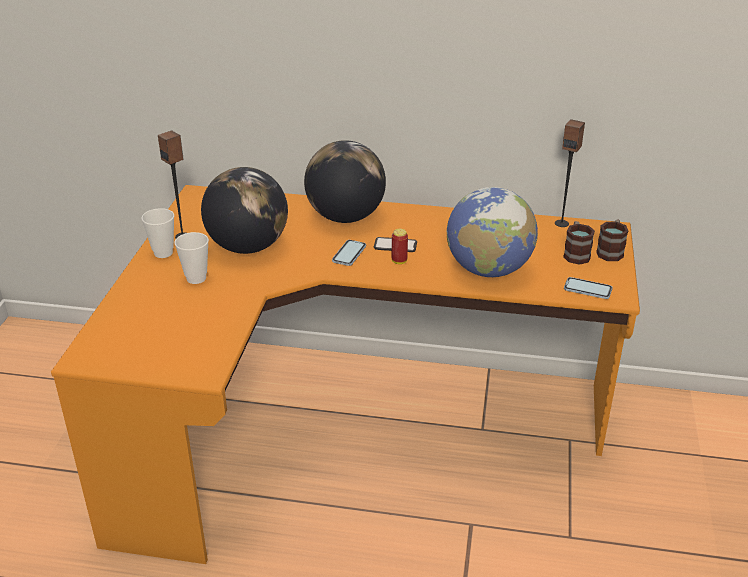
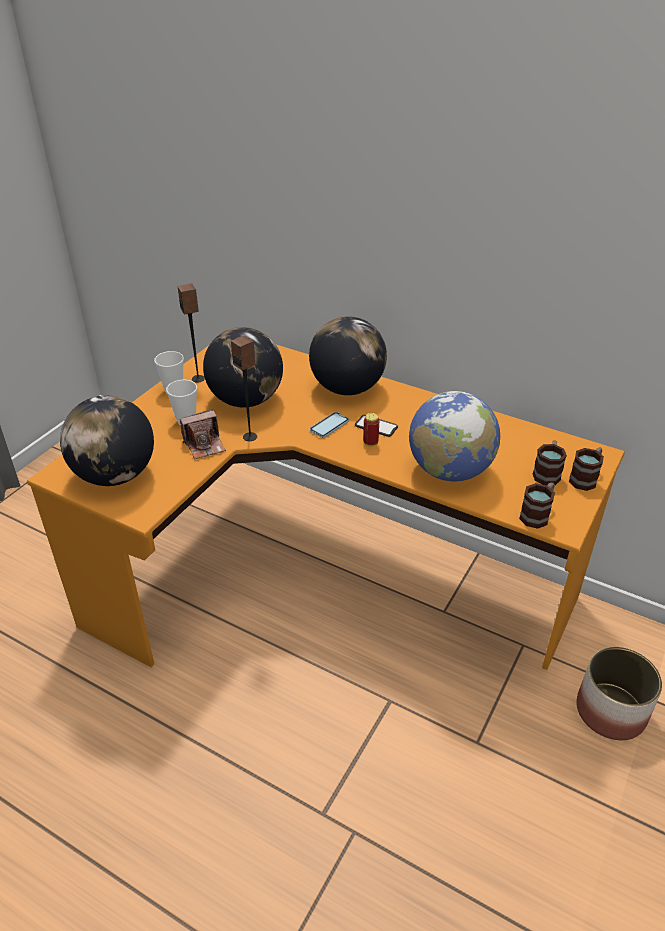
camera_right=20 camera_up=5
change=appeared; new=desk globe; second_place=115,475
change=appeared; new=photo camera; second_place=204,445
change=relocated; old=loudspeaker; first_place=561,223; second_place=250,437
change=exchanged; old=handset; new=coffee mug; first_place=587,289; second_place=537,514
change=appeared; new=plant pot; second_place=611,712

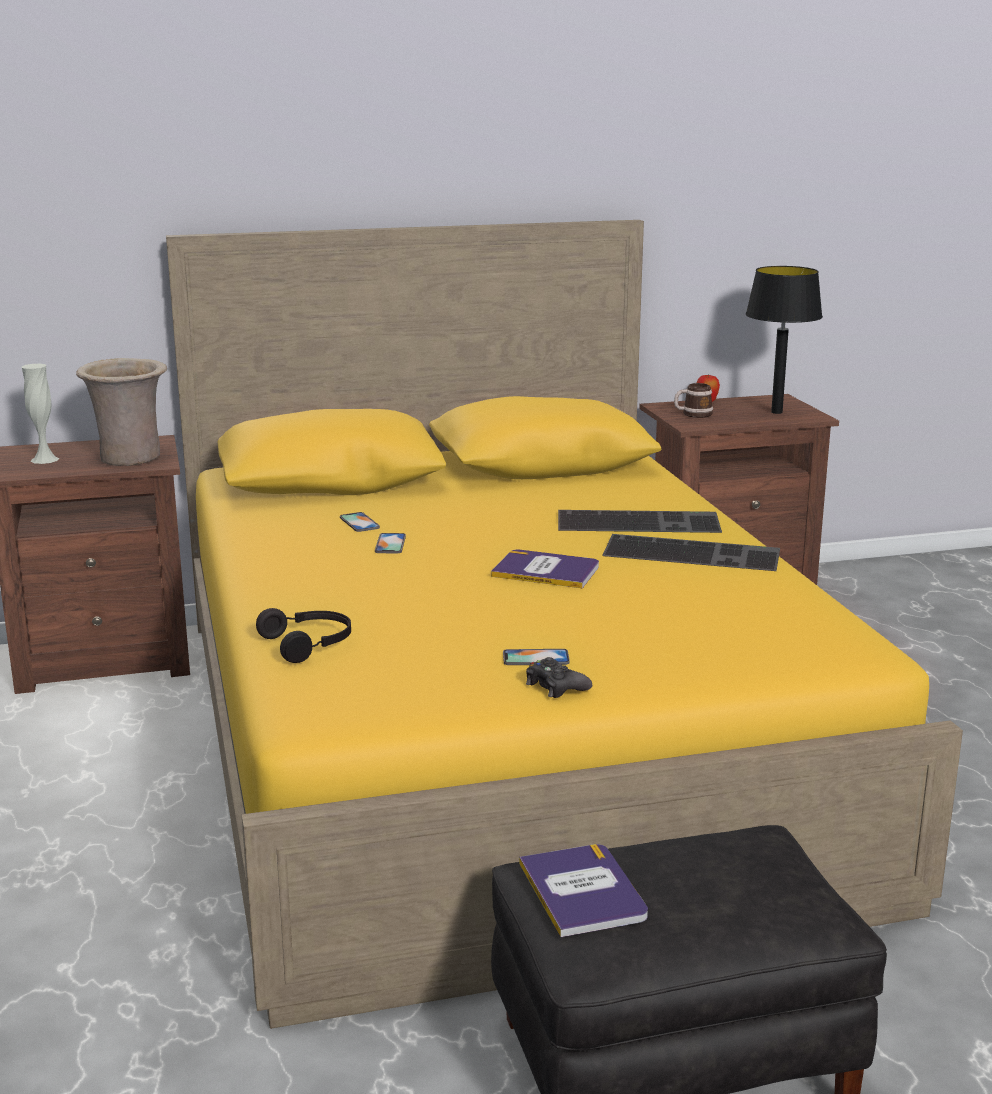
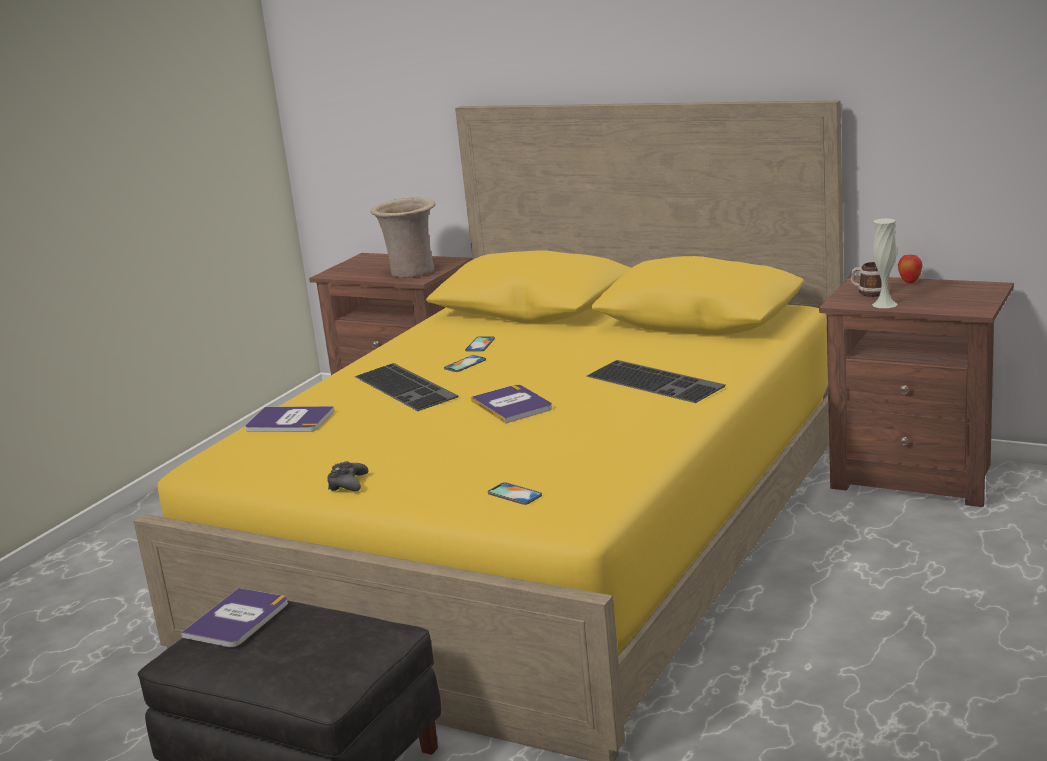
camera_right=45 camera_up=0
change=exchanged; old=black headset; new=bound book; first_place=309,644; second_place=289,421
change=relocated; old=PC keyboard; first_place=693,552; second_place=408,387
change=relocated; old=handset; first_place=536,658; second_place=514,494
change=relocated; old=white vase; first_place=44,459; second_place=884,304
change=missing; old=black tabletop lamp; first_place=777,412

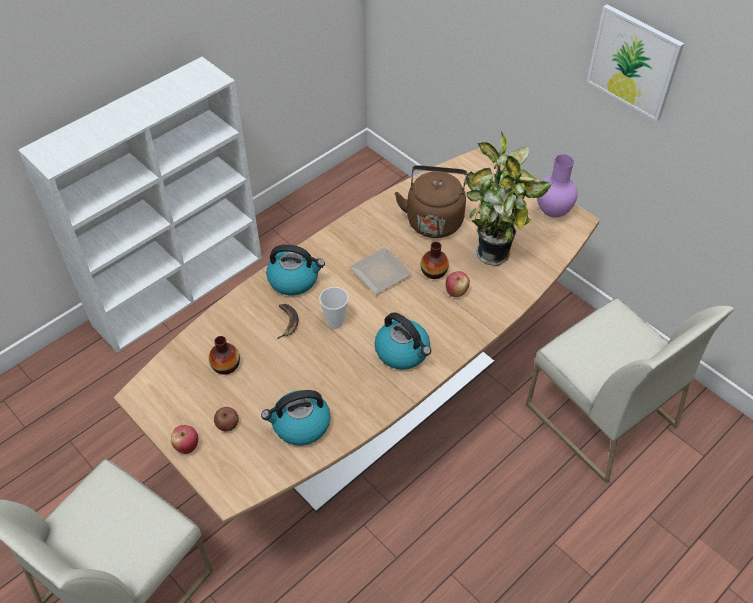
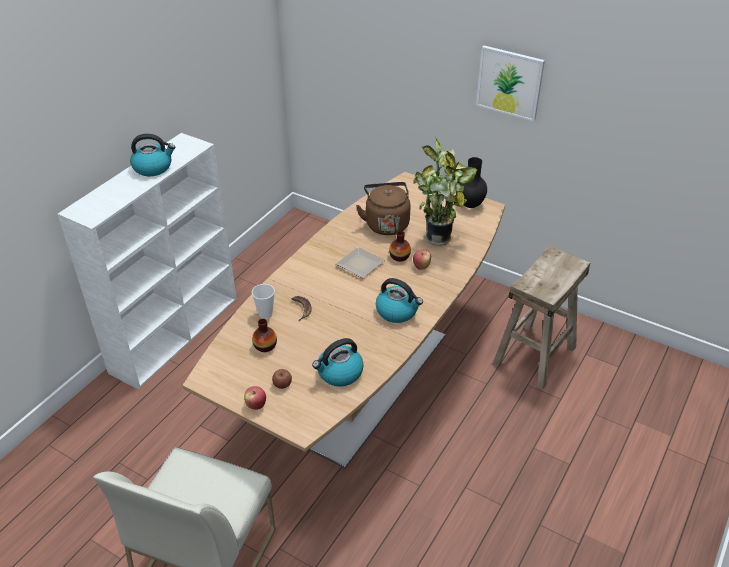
camera_right=-15 camera_up=-10
change=relocated; old=kettle; first_place=294,279; second_place=153,167
change=relocated; old=small cup; first_place=335,321; second_place=265,314
change=colour; old=purple vase; new=black vase; first_place=553,213; second_place=471,205
change=exchanged; old=white upright chair; new=sand-coloured stool seat; first_place=599,415; second_place=535,355

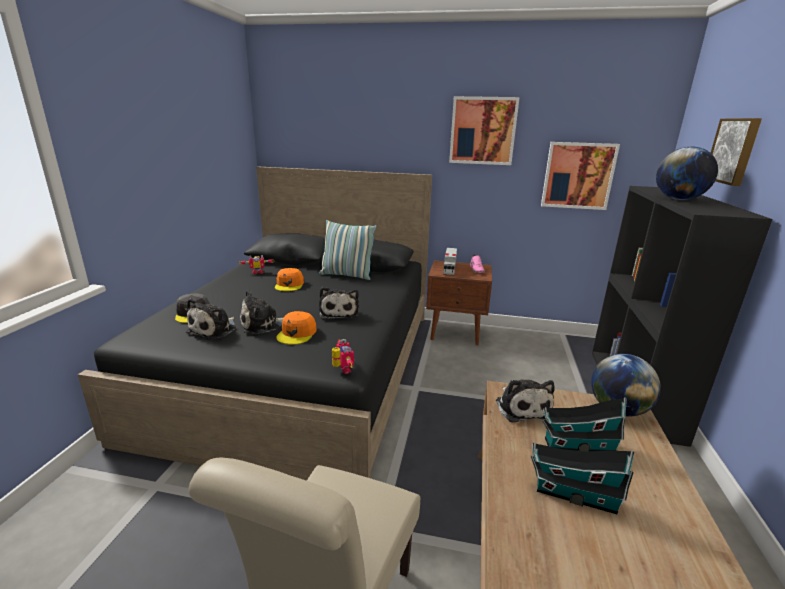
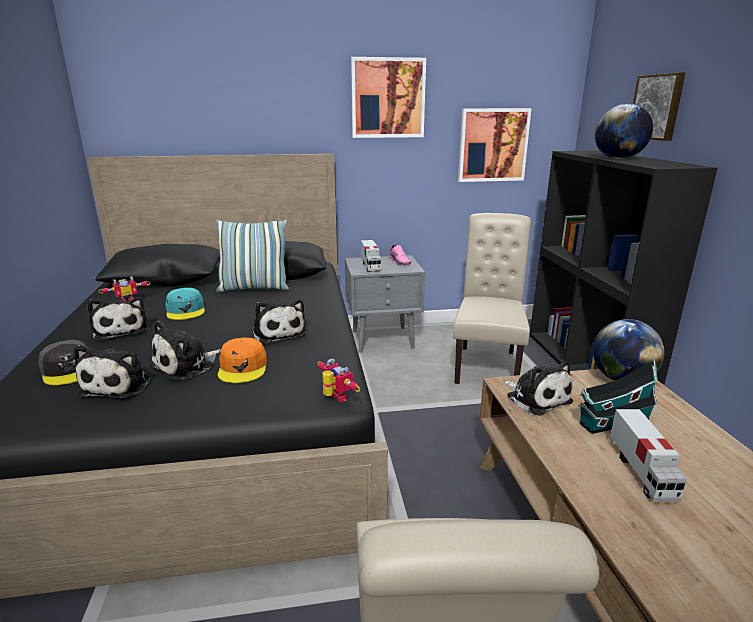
camera_right=-20 camera_up=0
change=appeared; new=soft toy; second_place=120,330
change=colour; old=orangey cap; new=turquoise-coloured cap; first_place=289,285; second_place=186,310
change=colour; old=brown bedside table; new=greyish bedside table; first_place=456,332; second_place=383,339
change=appeared; new=sand-coloured upright chair; second_place=487,364
change=exchanged; old=miniature house; new=toy truck; first_place=572,494; second_place=641,471

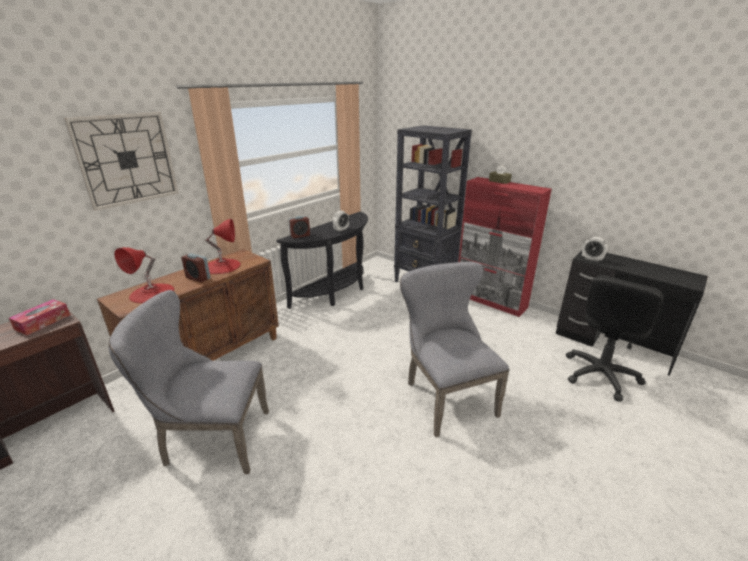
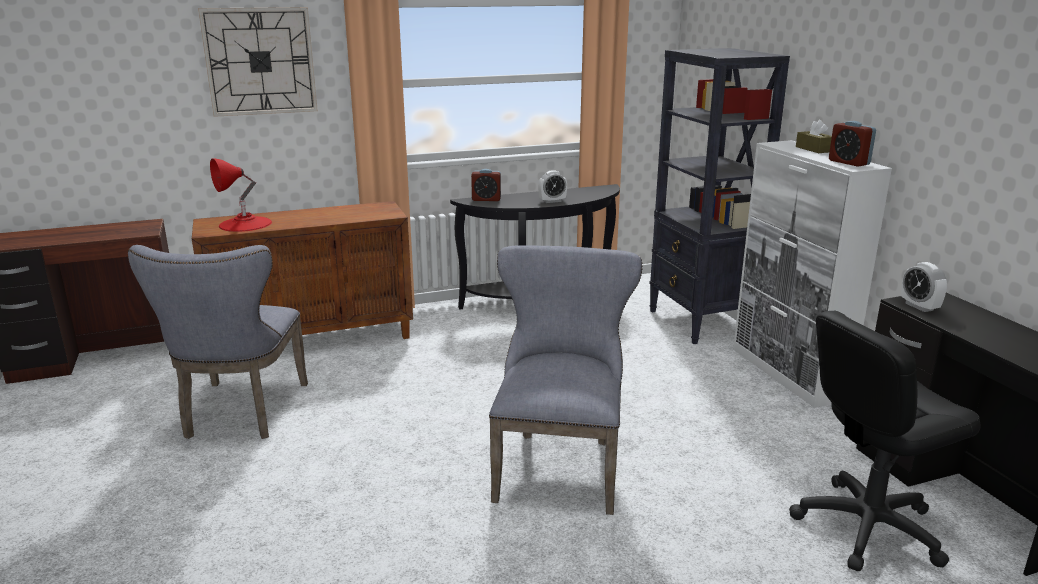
camera_right=30 camera_up=-5
change=spun; old=greyish upright chair; first_place=210,440; second_place=241,414; degrees=-120
change=colour; old=red storage cabinet; new=white storage cabinet; first_place=490,301; second_place=788,373
change=relocated; old=table clock; first_place=198,278; second_place=849,162
change=missing; old=box of tissues; first_place=43,322
change=missing; old=red tabletop lamp; first_place=222,266

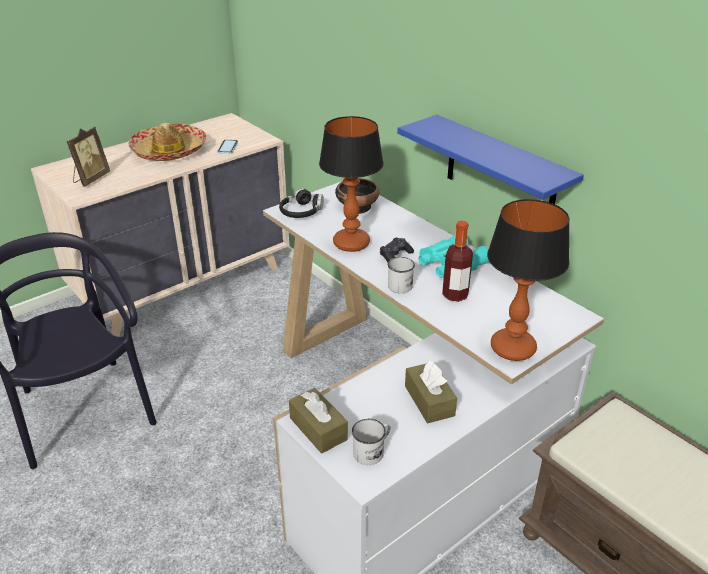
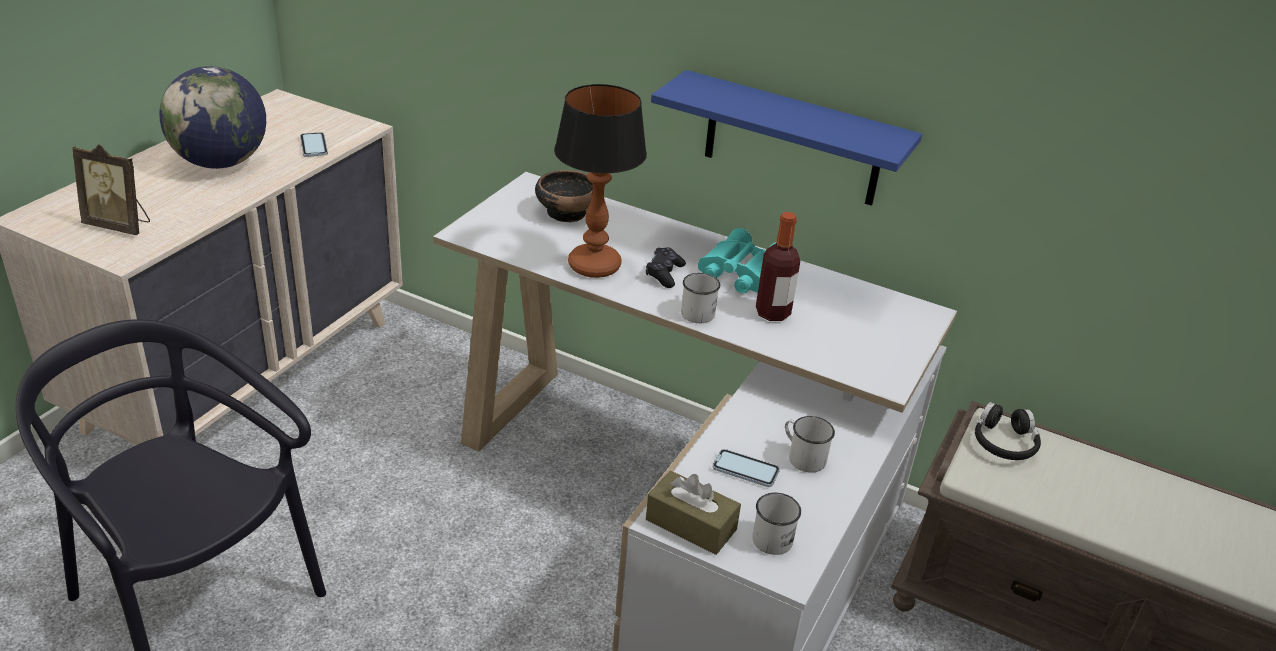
camera_right=-25 camera_up=0
change=spun; old=photo frame; first_place=91,179; second_place=119,225; degrees=105
change=exchanged; old=wearable hat; new=desk globe; first_place=169,151; second_place=221,163
change=appeared; new=handset; second_place=745,470
change=exchanged; old=brown box of tissues; new=white coffee mug; first_place=429,401; second_place=802,456
change=relocated; old=black headset; first_place=301,212; second_place=1004,442
change=missing; old=tabletop lamp; first_place=513,349

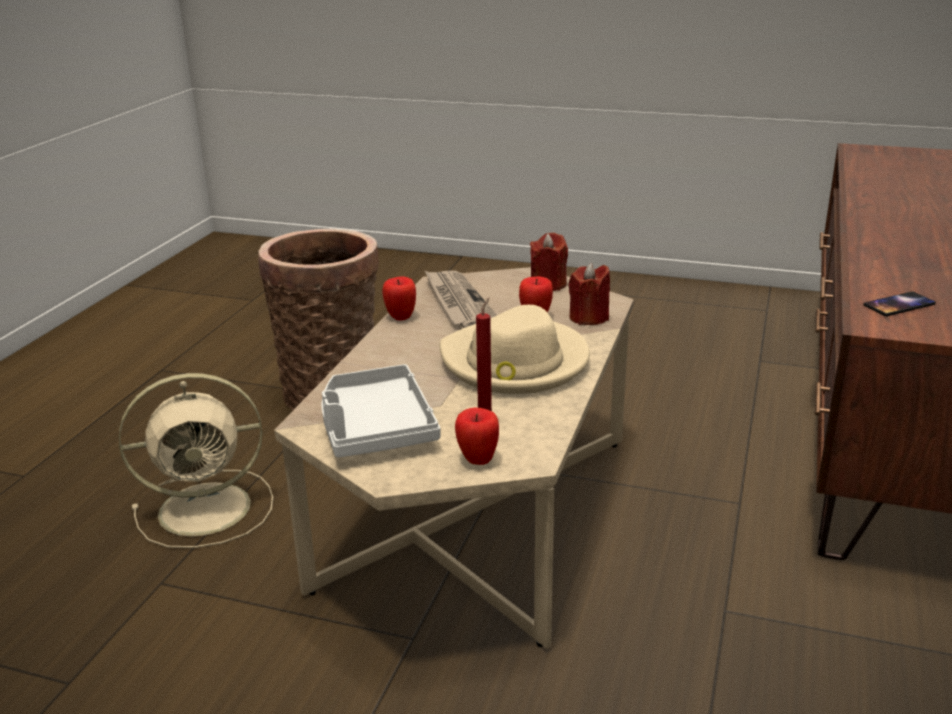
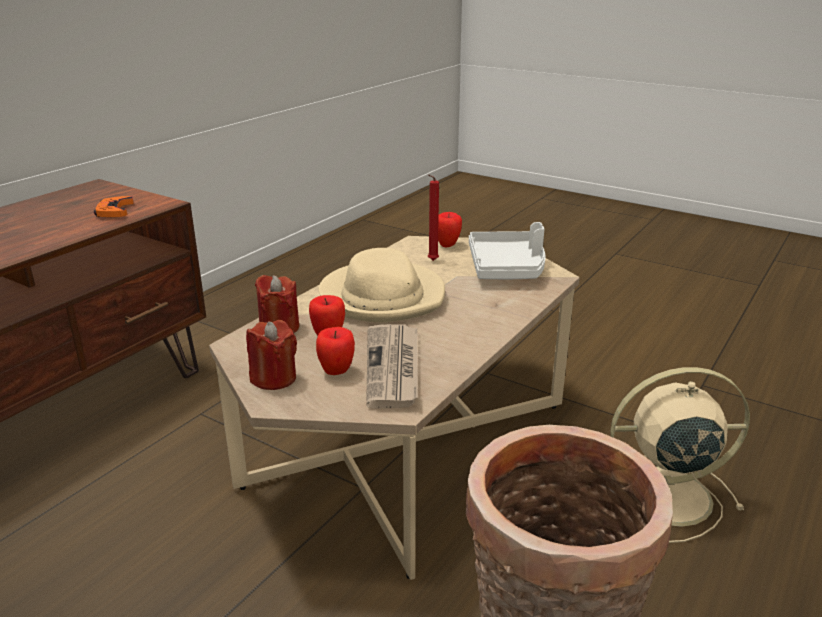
camera_right=-165 camera_up=0
change=exchanged; old=handset; new=orangey game controller; first_place=899,305; second_place=114,211
change=relocated; old=whole apple; first_place=401,317; second_place=336,372

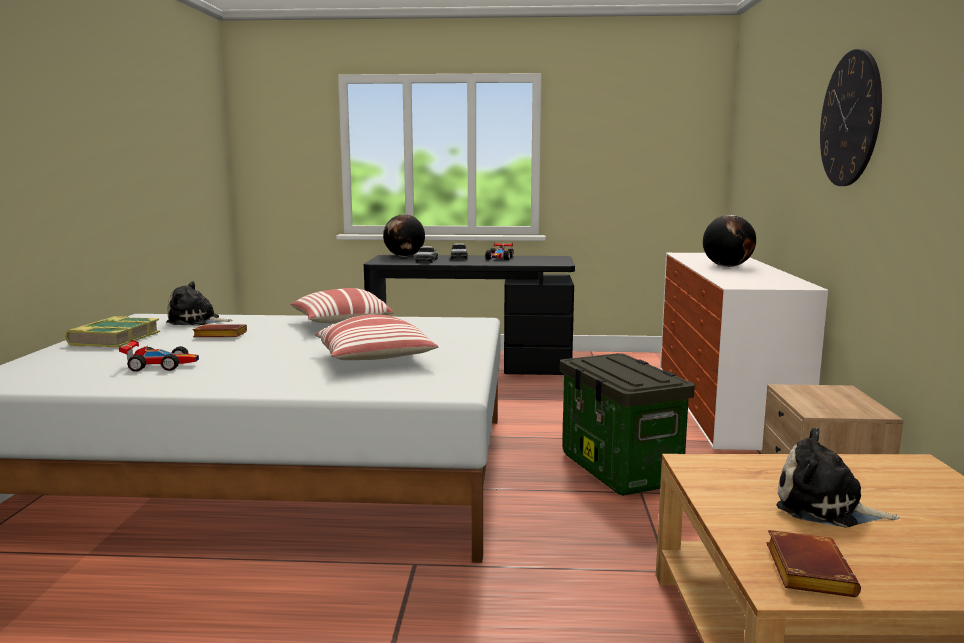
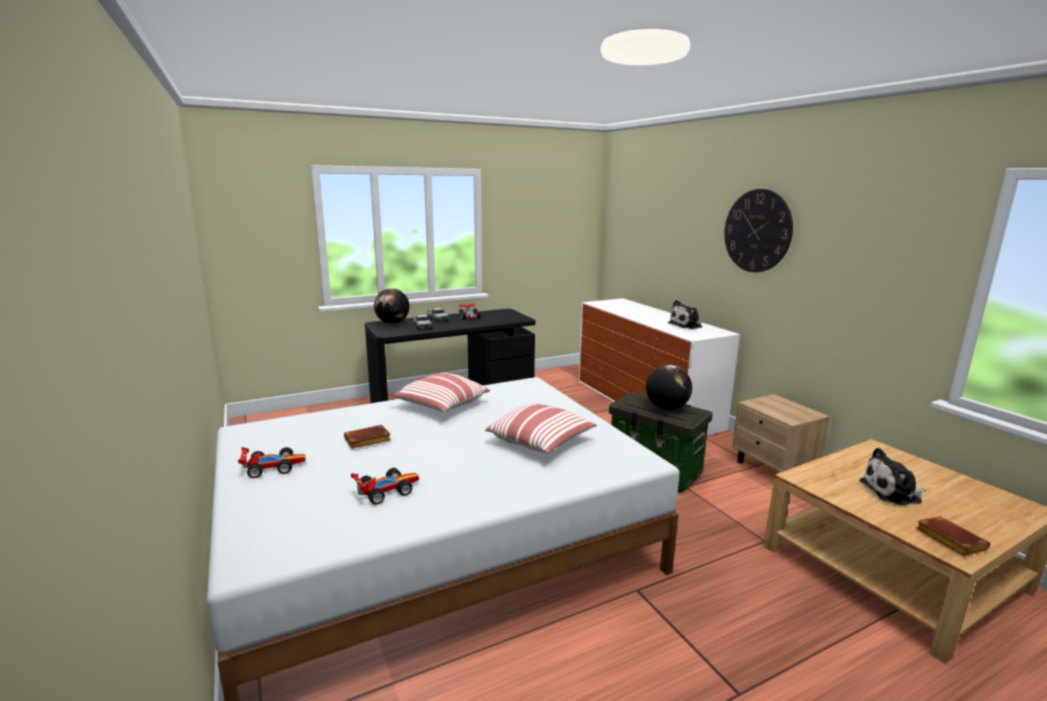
camera_right=-30 camera_up=5
change=exchanged; old=bound book; new=model car; first_place=114,339; second_place=272,467
change=relocated; old=desk globe; first_place=727,266; second_place=666,408
change=relocated; old=soft toy; first_place=196,321; second_place=687,325

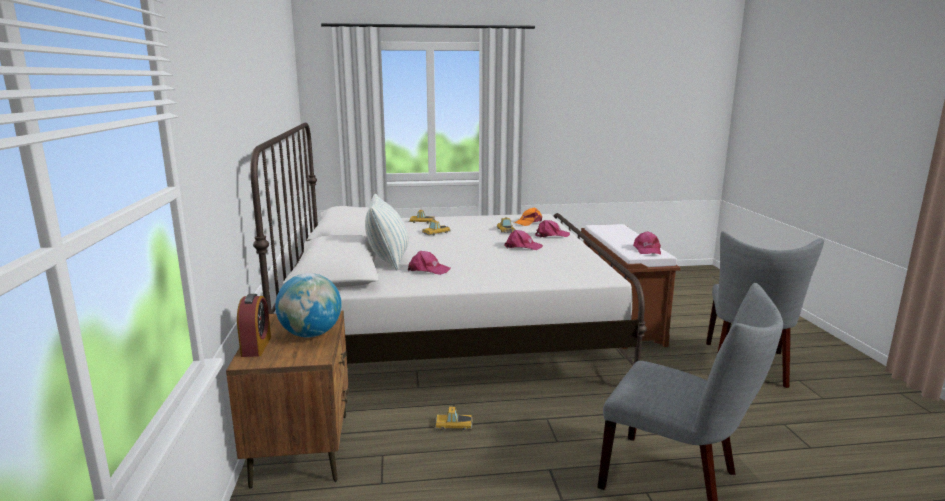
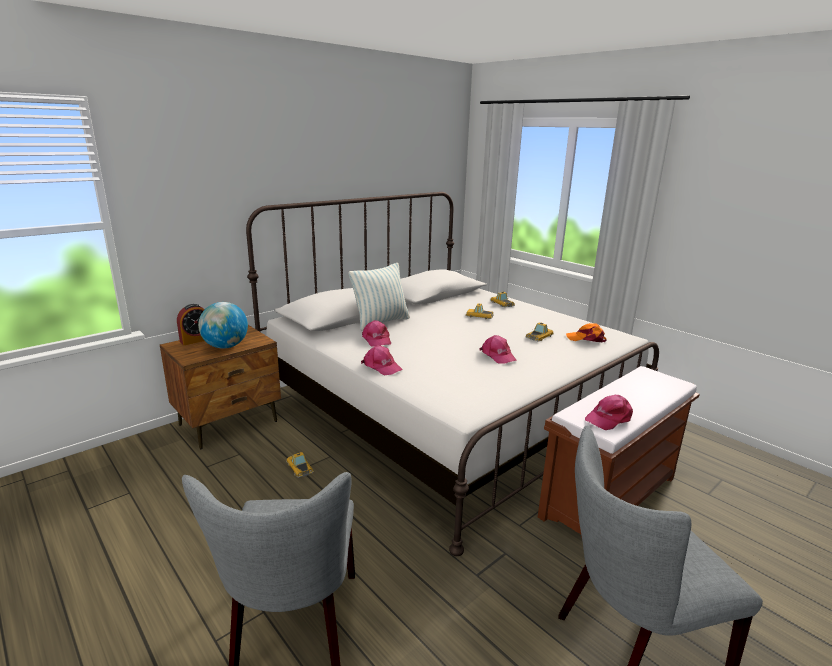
camera_right=55 camera_up=5
change=relocated; old=pink cap; first_place=551,235; second_place=381,366

